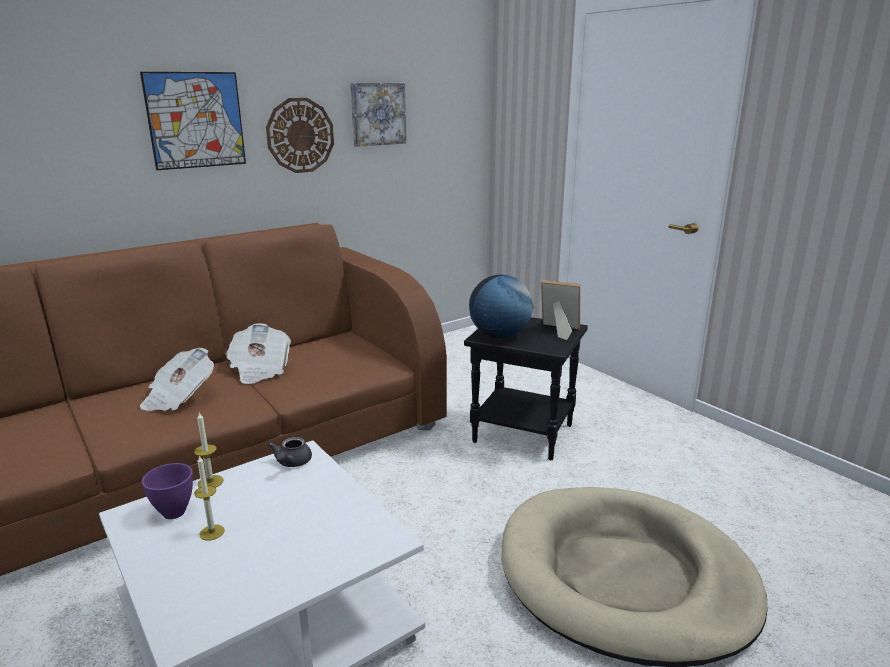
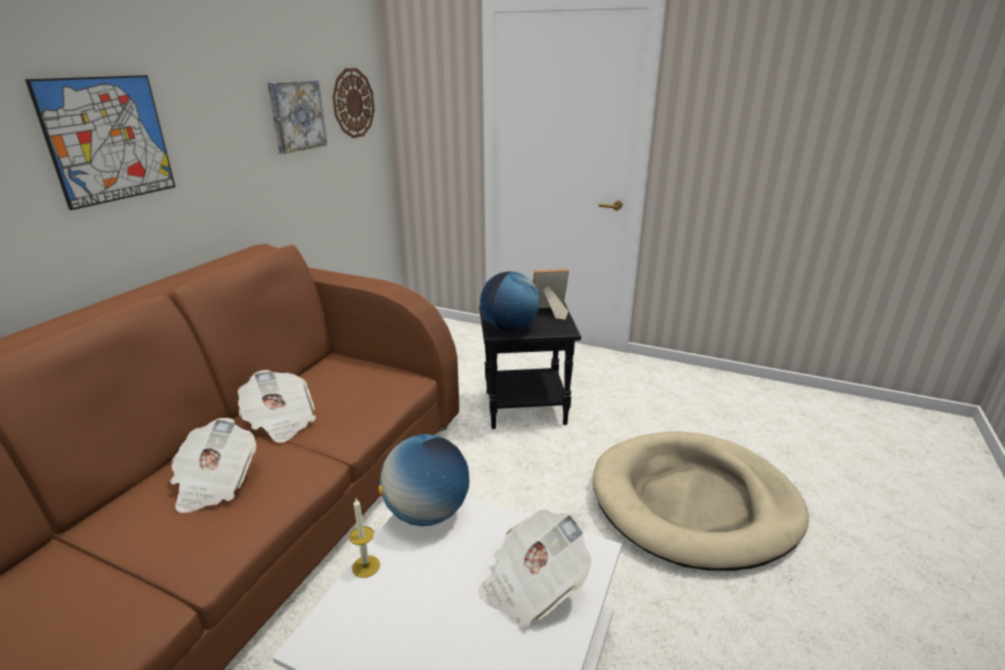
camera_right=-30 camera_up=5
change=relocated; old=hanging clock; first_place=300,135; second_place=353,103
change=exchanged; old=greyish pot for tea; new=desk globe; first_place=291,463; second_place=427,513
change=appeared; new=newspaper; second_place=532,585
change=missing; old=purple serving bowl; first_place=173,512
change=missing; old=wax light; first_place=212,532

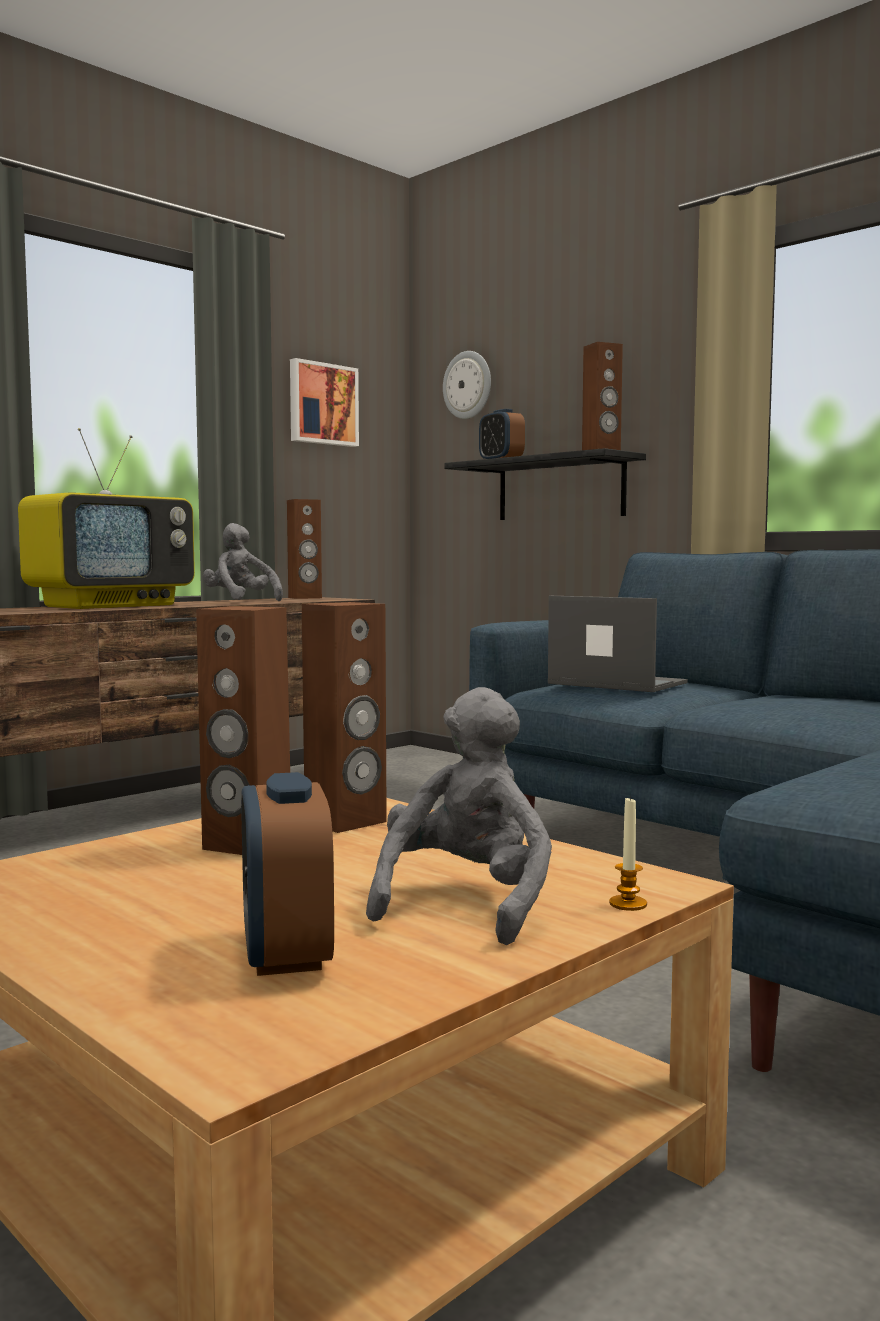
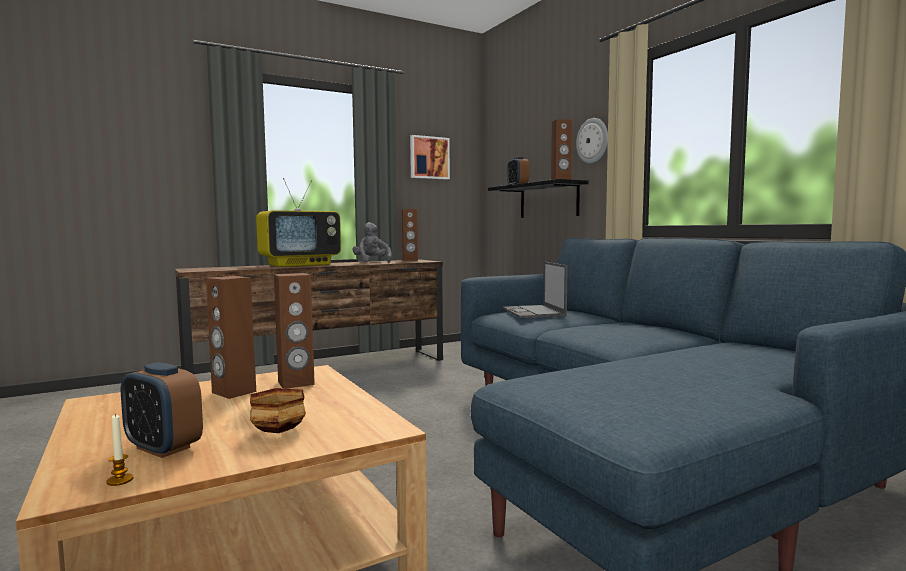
camera_right=15 camera_up=0
change=relocated; old=wax light; first_place=628,904; second_place=120,480
change=spun; old=table clock; first_place=285,954; second_place=163,448; degrees=-60
change=exchanged; old=greyish soft toy; new=serving bowl; first_place=466,903; second_place=280,430
change=spun; old=notebook computer; first_place=615,683; second_place=533,312; degrees=-150
change=relocated; old=hanging clock; first_place=468,385; second_place=593,141

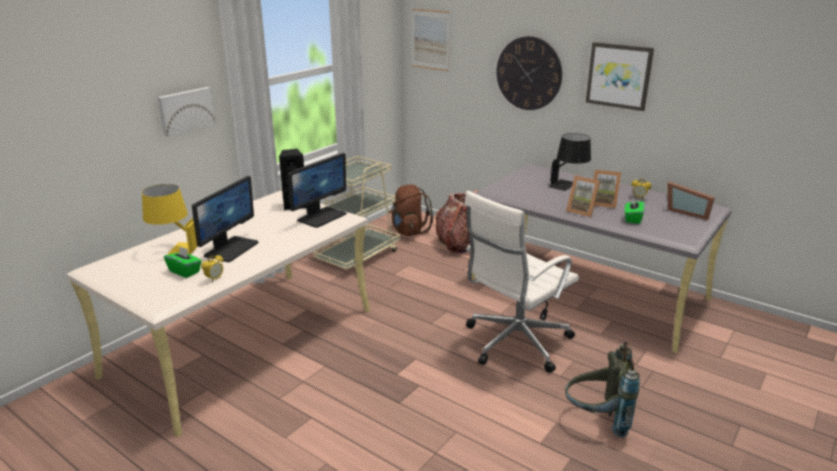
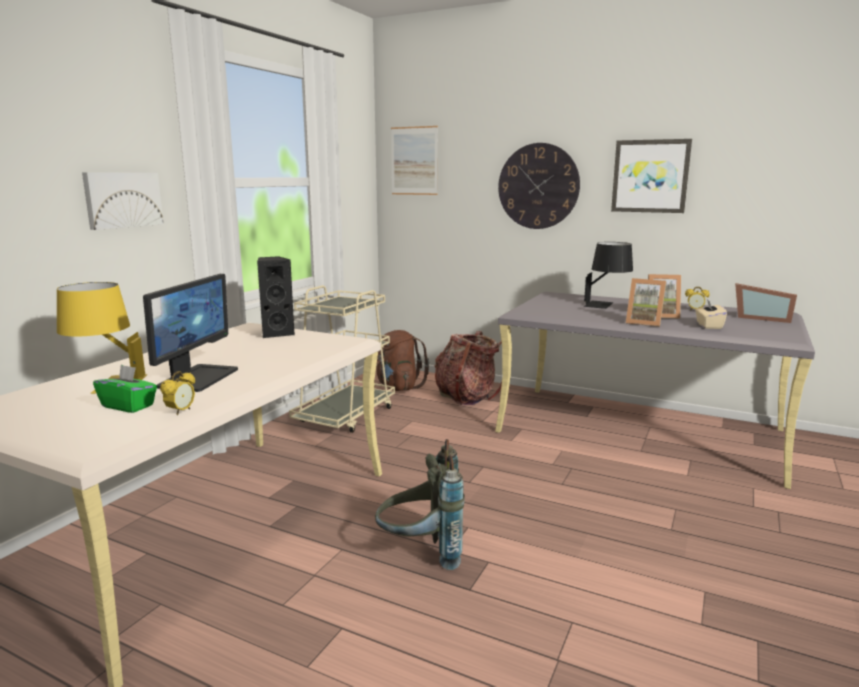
camera_right=-10 camera_up=-10
change=relocated; old=greyish rucksack; first_place=596,420; second_place=421,553
change=colour; old=green-coloured box of tissues; new=sand-coloured box of tissues; first_place=632,219; second_place=708,326
change=missing; old=computer screen; first_place=321,217
change=missing; old=white office chair; first_place=514,343

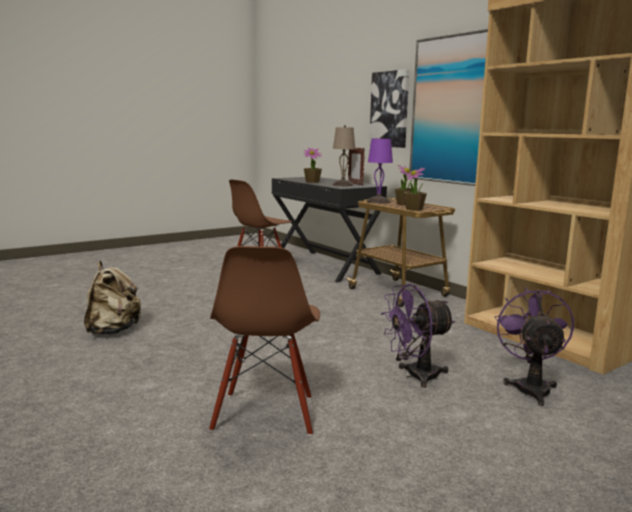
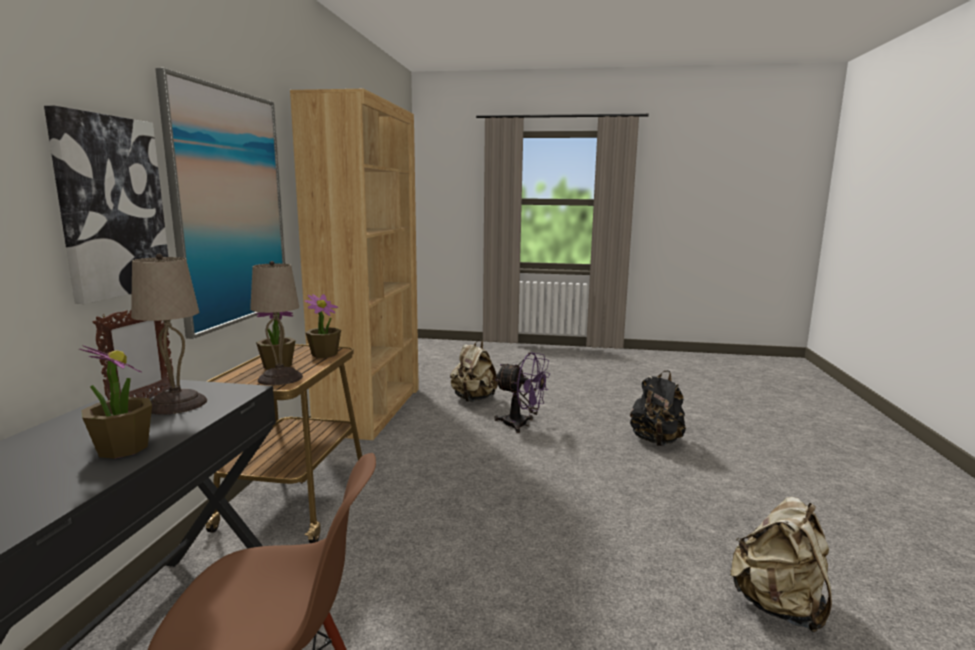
camera_right=-135 camera_up=0
change=colour; old=purple tabletop lamp; new=sand-coloured tabletop lamp; first_place=378,201; second_place=279,378
change=exchanged; old=purple electric fan; new=sand-coloured rucksack; first_place=530,387; second_place=473,399
change=exchanged; old=brown upright chair; new=black rucksack; first_place=265,414; second_place=656,441

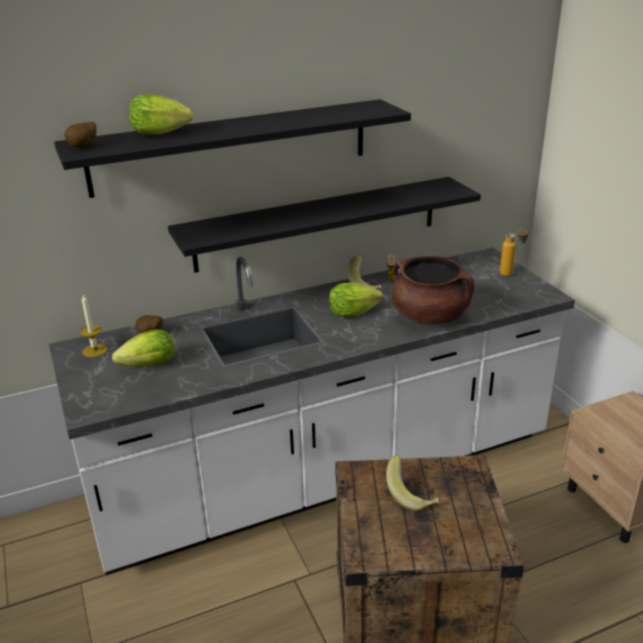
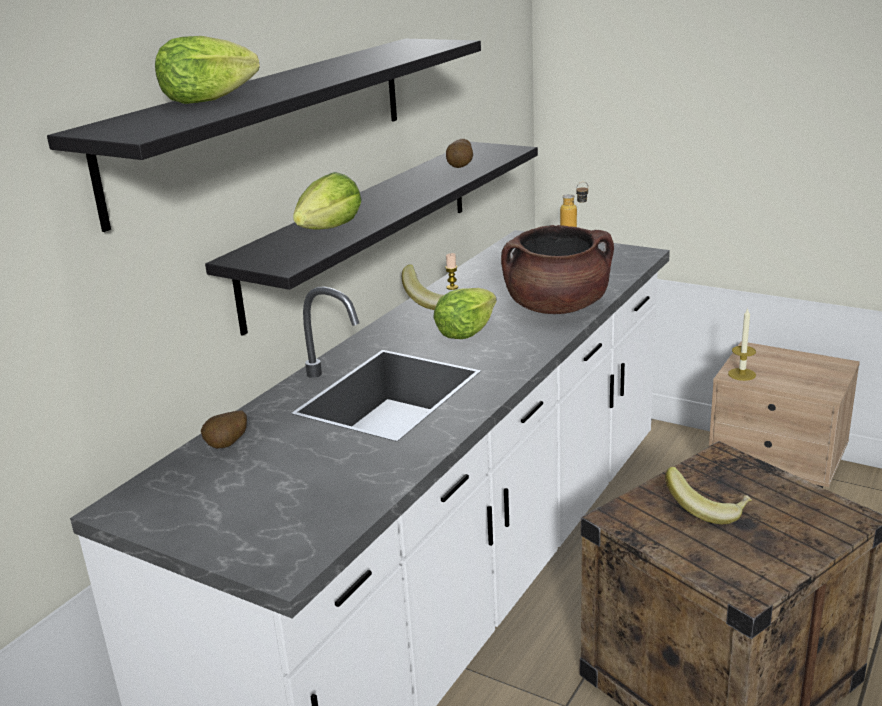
camera_right=-35 camera_up=-5
change=relocated; old=lettuce; first_place=149,365; second_place=330,229
change=relocated; old=whole potato; first_place=84,147; second_place=461,167
change=relocated; old=wax light; first_place=94,350; second_place=742,374

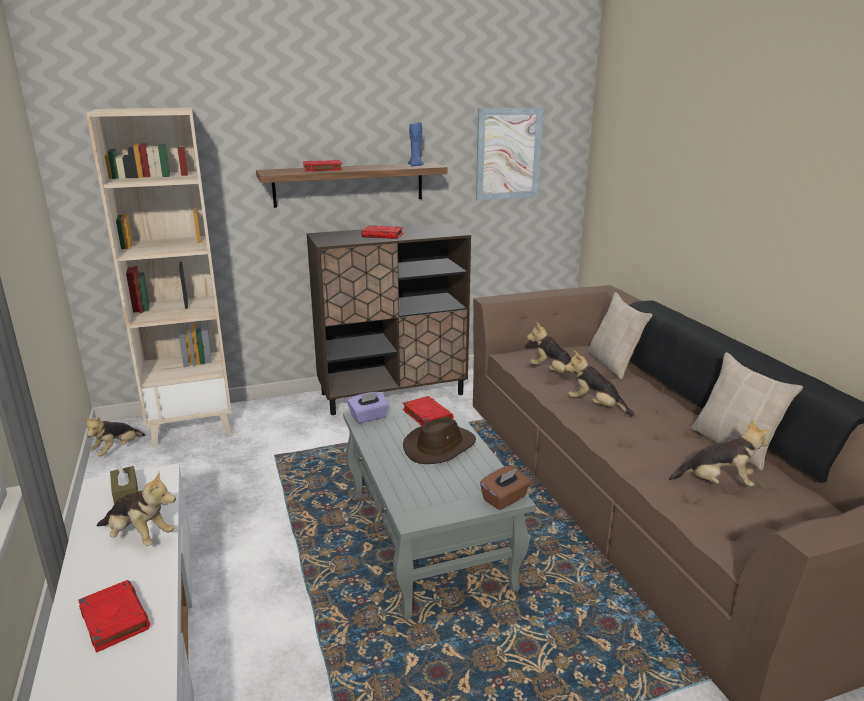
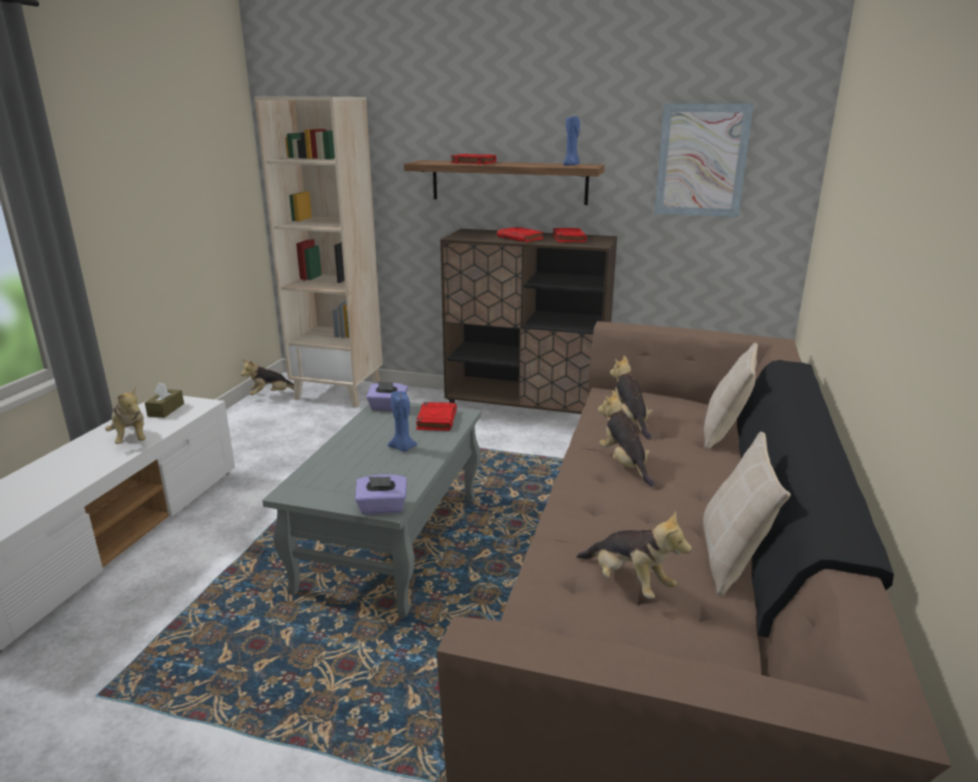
camera_right=35 camera_up=0
change=colour; old=brown box of tissues; new=purple box of tissues; first_place=505,499; second_place=382,508
change=exchanged; old=brown wearable hat; new=blue wax light; first_place=440,447; second_place=402,448
change=relocated; old=red bound book; first_place=114,618; second_place=568,238

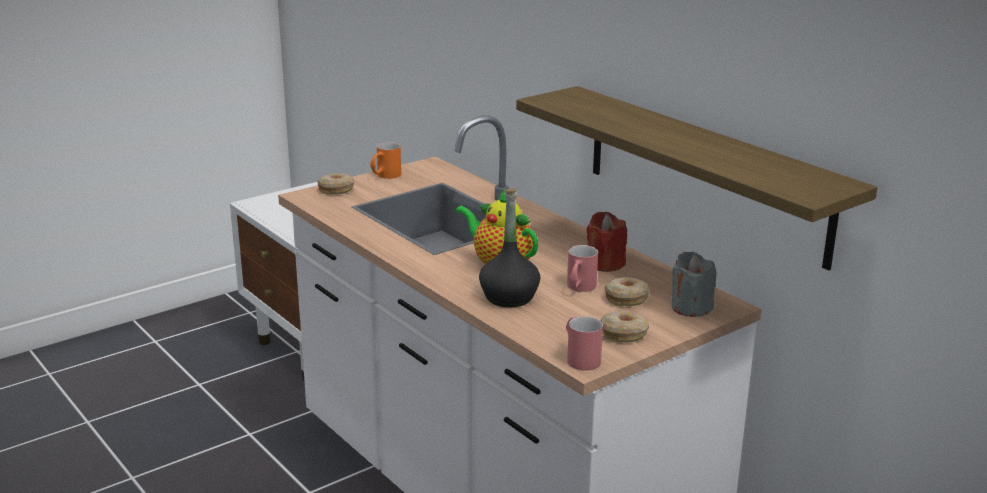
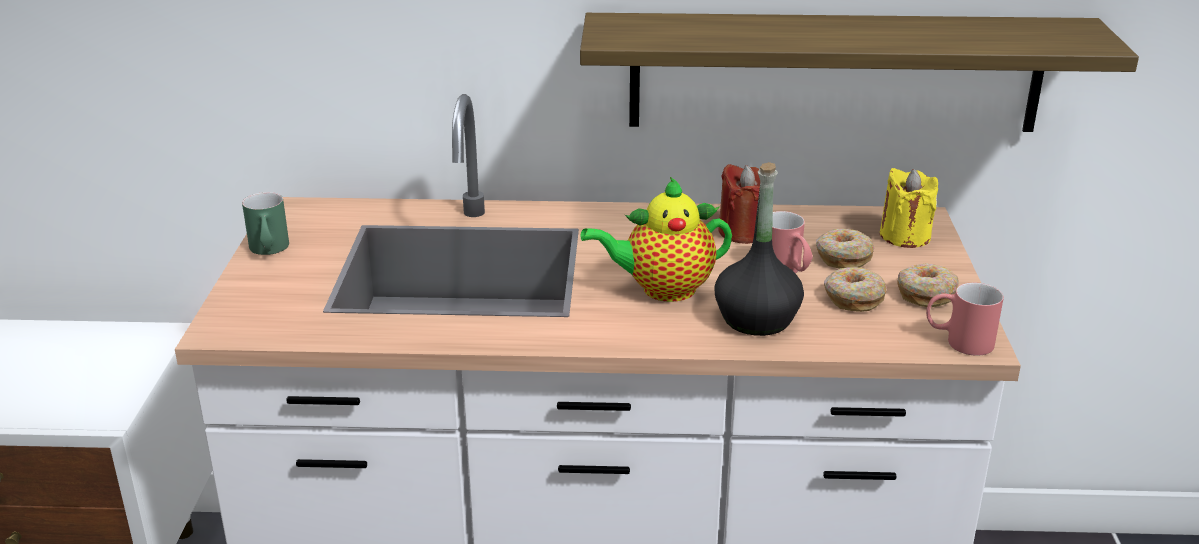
camera_right=-50 camera_up=5
change=colour; old=orangey coffee mug; new=green-coloured coffee mug; first_place=385,176; second_place=269,251
change=relocated; old=doughnut; first_place=336,189; second_place=853,298
change=colour; old=greyish wax light; new=yellow-coloured wax light; first_place=691,308; second_place=905,236

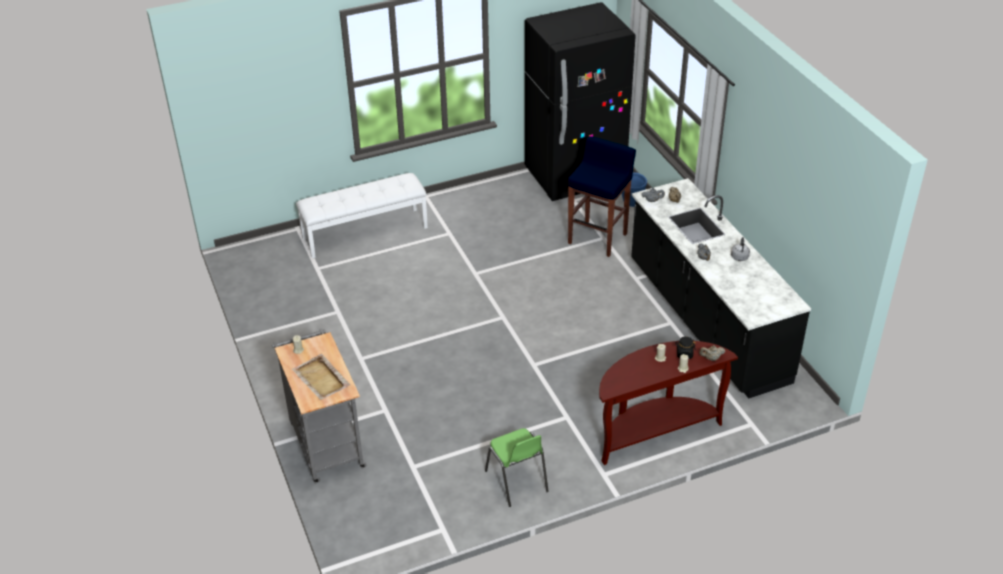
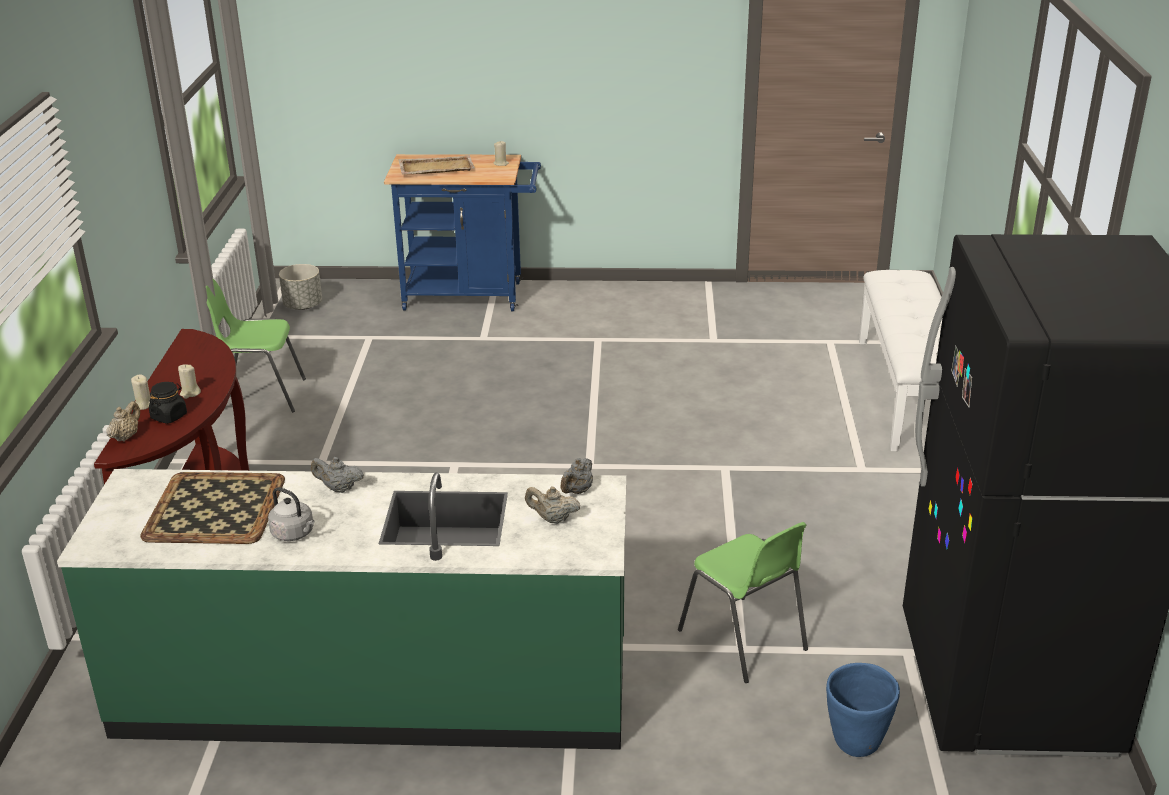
camera_right=115 camera_up=-10
change=colour; old=black counter; new=green-coloured counter; first_place=706,321; second_place=375,692
change=appeared; new=serving tray; second_place=214,508
change=appeared; new=greyish plant pot; second_place=303,305
change=colour; old=greyish trolley; new=blue trolley; first_place=325,441; second_place=471,296
change=exchanged; old=blue stool seat; new=green-coloured upright chair; first_place=598,238; second_place=743,640

